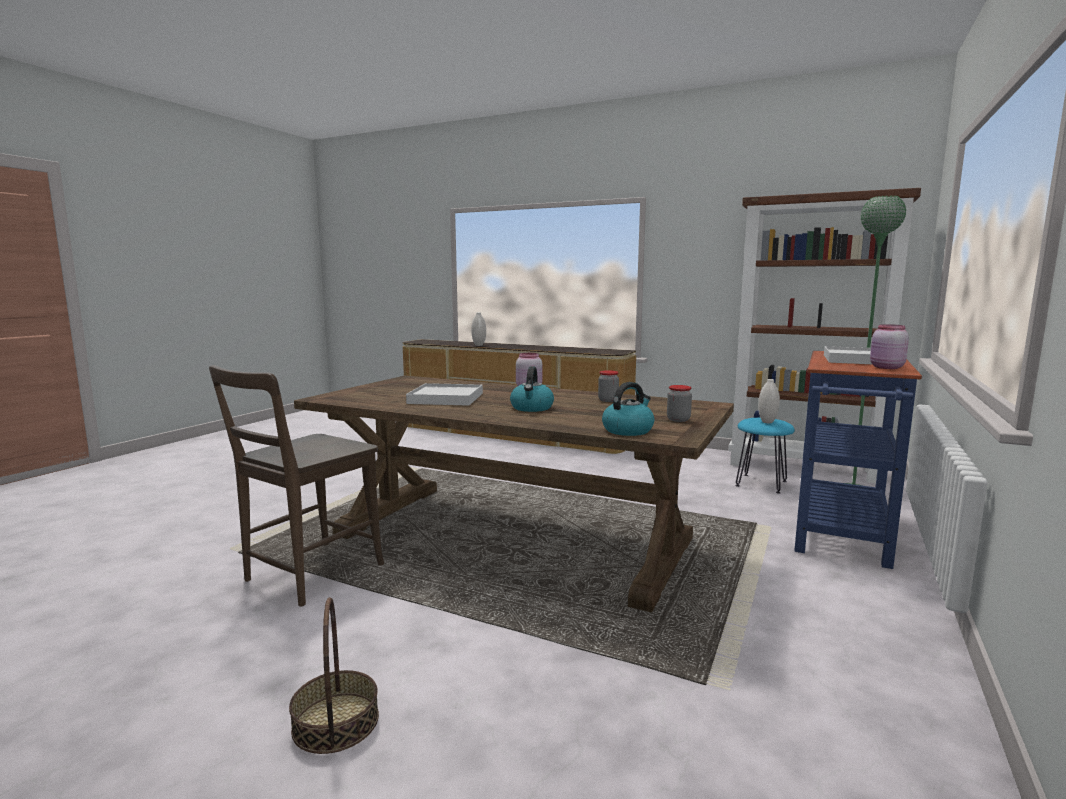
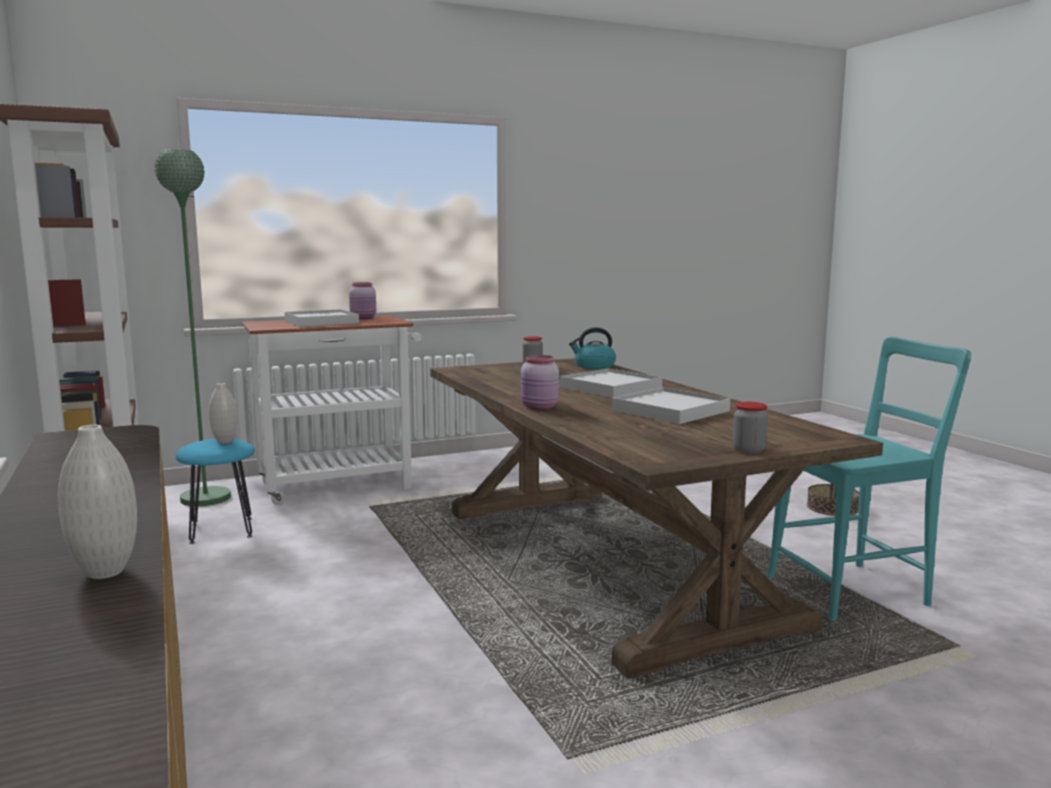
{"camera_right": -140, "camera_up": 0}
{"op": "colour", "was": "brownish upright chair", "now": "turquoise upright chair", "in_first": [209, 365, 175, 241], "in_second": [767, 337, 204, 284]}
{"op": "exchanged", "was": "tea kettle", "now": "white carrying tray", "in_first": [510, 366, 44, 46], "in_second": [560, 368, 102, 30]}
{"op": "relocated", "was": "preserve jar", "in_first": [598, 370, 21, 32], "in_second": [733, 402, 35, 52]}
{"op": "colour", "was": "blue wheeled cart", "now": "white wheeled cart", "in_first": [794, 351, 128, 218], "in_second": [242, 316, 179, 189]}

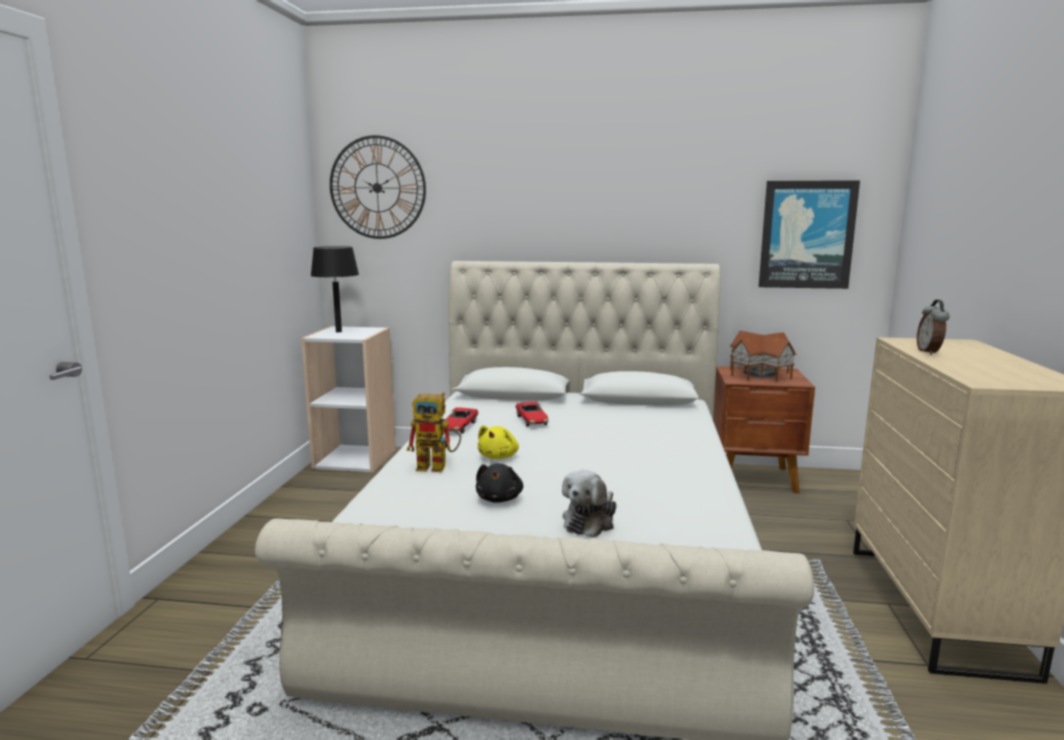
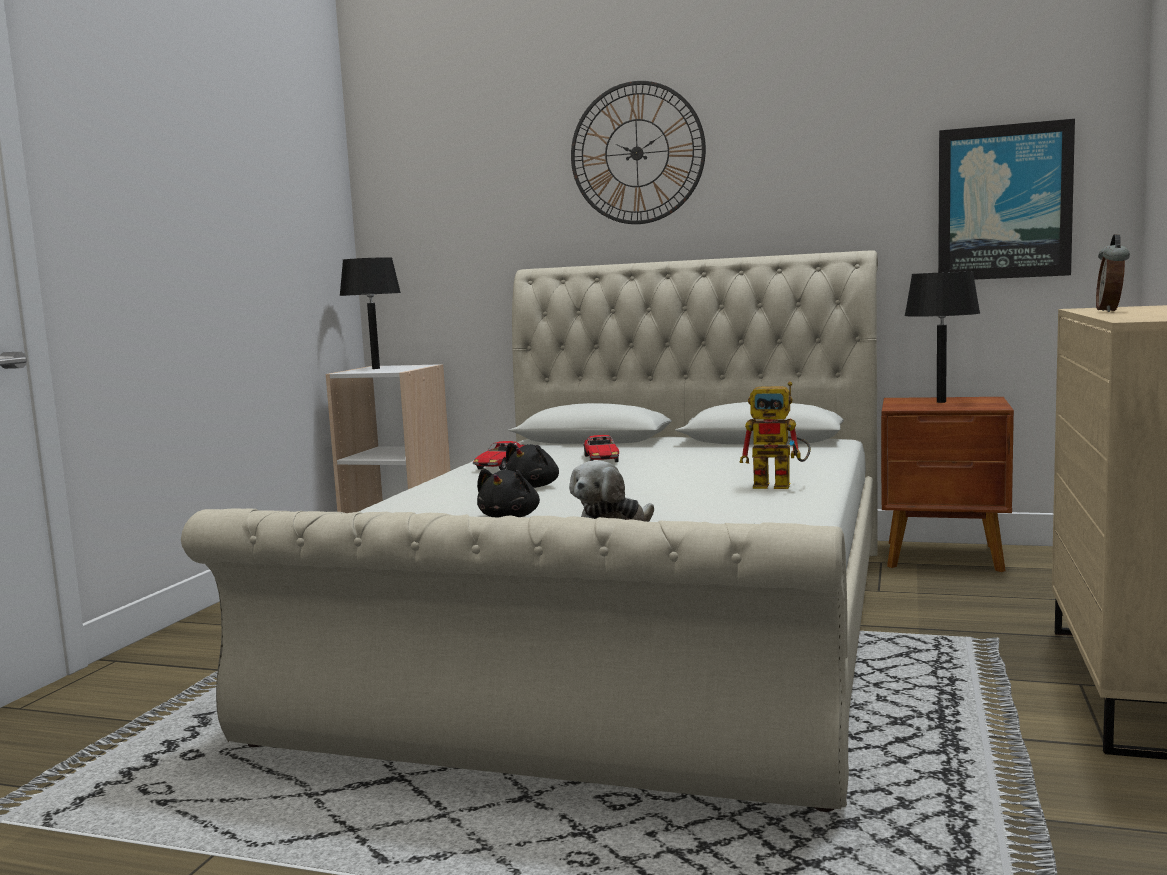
{"camera_right": 10, "camera_up": -5}
{"op": "relocated", "was": "clock on the wall", "in_first": [330, 135, 96, 104], "in_second": [571, 81, 135, 143]}
{"op": "relocated", "was": "toy robot", "in_first": [407, 392, 54, 80], "in_second": [739, 382, 72, 107]}
{"op": "colour", "was": "yellowish soft toy", "now": "black soft toy", "in_first": [478, 425, 41, 34], "in_second": [505, 443, 54, 45]}
{"op": "exchanged", "was": "toy house", "now": "black tabletop lamp", "in_first": [730, 331, 66, 51], "in_second": [904, 271, 76, 132]}

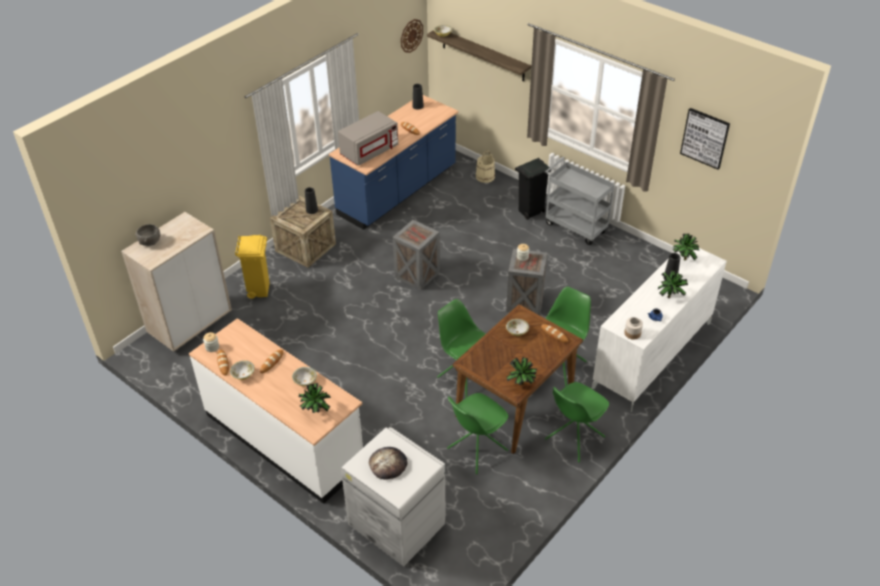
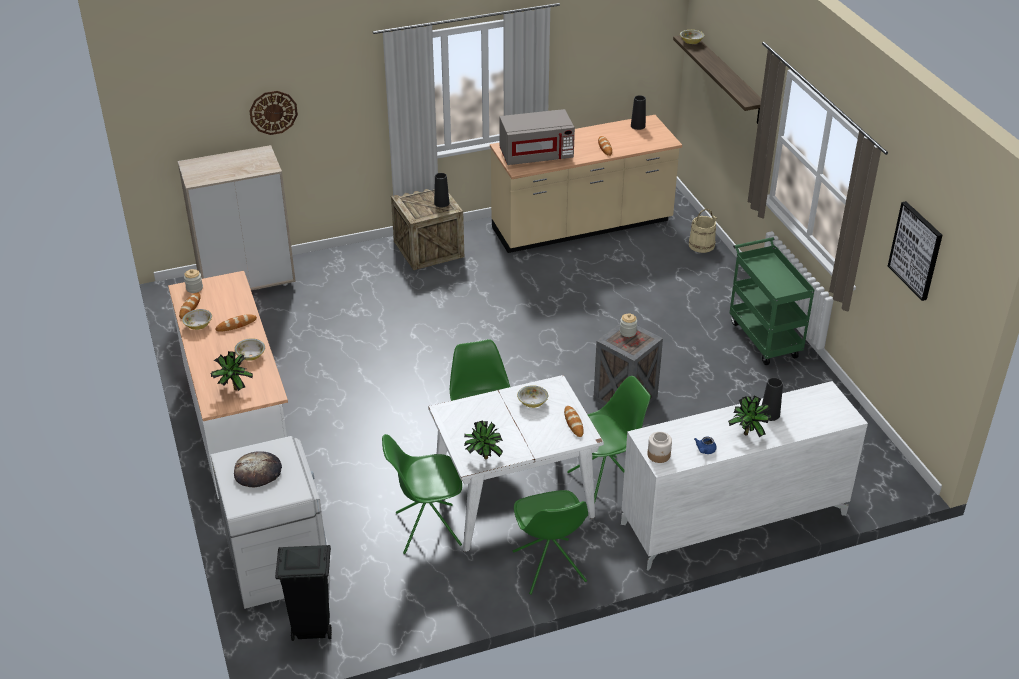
{"camera_right": 30, "camera_up": -5}
{"op": "missing", "was": "gray serving bowl", "in_first": [135, 224, 26, 22]}
{"op": "missing", "was": "yellowish waste bin", "in_first": [235, 235, 34, 64]}
{"op": "colour", "was": "blue counter", "now": "sand-coloured counter", "in_first": [329, 95, 130, 135], "in_second": [490, 115, 192, 138]}
{"op": "missing", "was": "shipping crate", "in_first": [393, 220, 47, 70]}
{"op": "relocated", "was": "clock on the wall", "in_first": [401, 19, 22, 34], "in_second": [249, 91, 49, 44]}
{"op": "colour", "was": "brownish dining table", "now": "white dining table", "in_first": [452, 304, 131, 150], "in_second": [428, 375, 176, 177]}
{"op": "relocated", "was": "black waste bin", "in_first": [515, 158, 36, 62], "in_second": [275, 545, 57, 96]}
{"op": "colour", "was": "gray wheeled cart", "now": "green-coloured wheeled cart", "in_first": [545, 157, 69, 88], "in_second": [729, 237, 85, 128]}
{"op": "spun", "was": "green-coloured upright chair", "in_first": [545, 382, 64, 80], "in_second": [513, 490, 75, 105], "clockwise": -90}
{"op": "missing", "was": "plant in a pot", "in_first": [673, 234, 26, 26]}

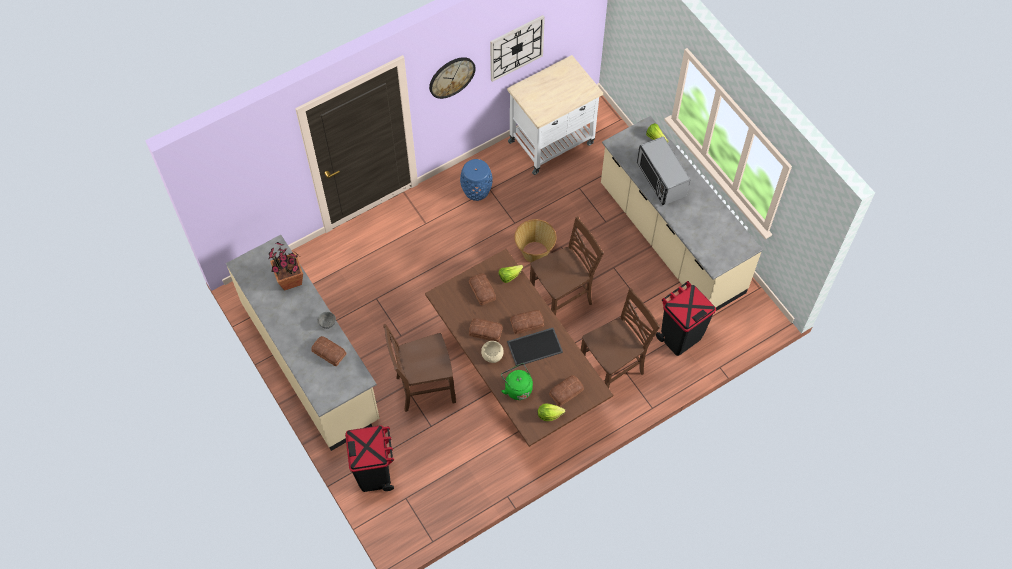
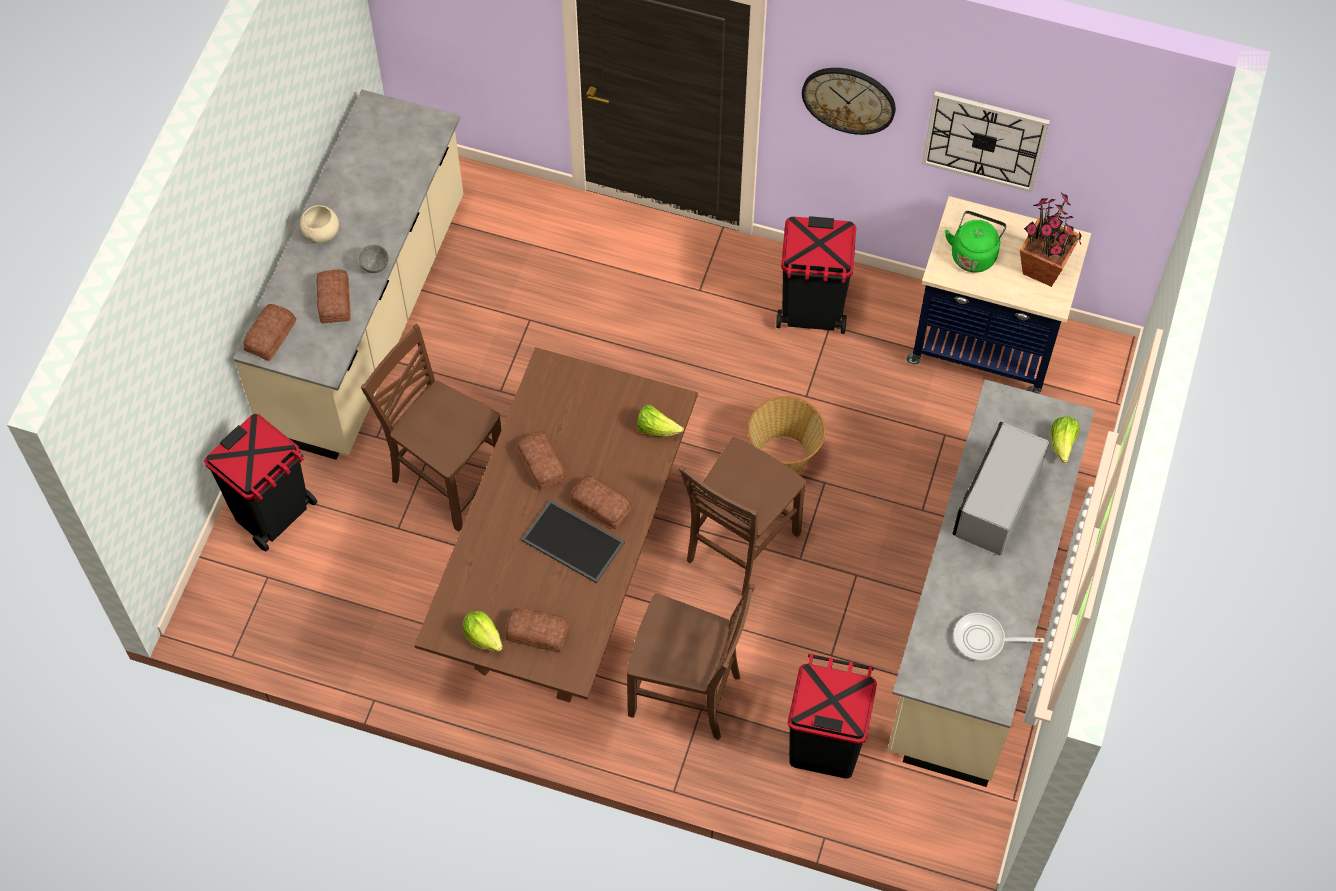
{"camera_right": 50, "camera_up": 0}
{"op": "relocated", "was": "plant in a pot", "in_first": [269, 242, 34, 49], "in_second": [1020, 192, 62, 95]}
{"op": "exchanged", "was": "blue sitting stool", "now": "black waste bin", "in_first": [460, 159, 33, 42], "in_second": [776, 216, 80, 118]}
{"op": "relocated", "was": "bakery bread", "in_first": [469, 273, 27, 33], "in_second": [243, 304, 53, 57]}
{"op": "relocated", "was": "sand-coloured serving bowl", "in_first": [481, 341, 23, 22], "in_second": [300, 205, 39, 38]}
{"op": "relocated", "was": "green-coloured tea kettle", "in_first": [501, 364, 32, 36], "in_second": [945, 211, 62, 62]}
{"op": "colour", "was": "white wheeled cart", "now": "blue wheeled cart", "in_first": [507, 55, 96, 120], "in_second": [906, 196, 185, 198]}
{"op": "spun", "was": "brownish upright chair", "in_first": [530, 216, 74, 100], "in_second": [679, 437, 127, 159], "clockwise": 105}
{"op": "appeared", "now": "pan", "in_second": [953, 613, 91, 48]}

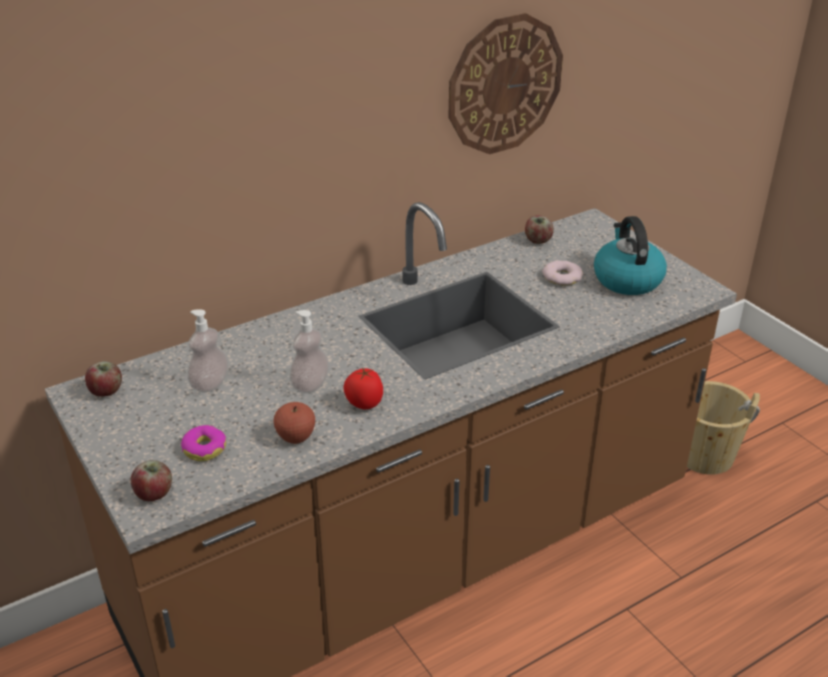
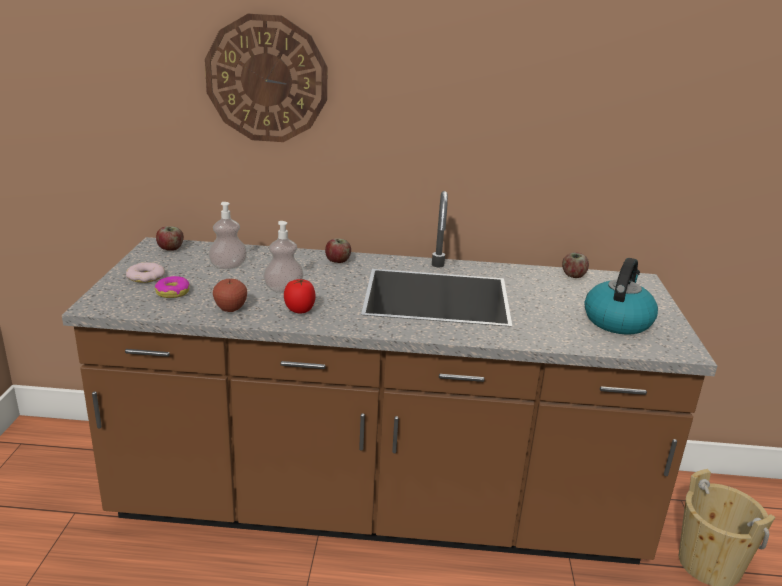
{"camera_right": 35, "camera_up": -10}
{"op": "relocated", "was": "whole apple", "in_first": [131, 460, 41, 41], "in_second": [325, 238, 26, 25]}
{"op": "relocated", "was": "clock on the wall", "in_first": [448, 13, 115, 141], "in_second": [205, 14, 122, 128]}
{"op": "relocated", "was": "ring doughnut", "in_first": [542, 260, 41, 25], "in_second": [126, 262, 39, 21]}

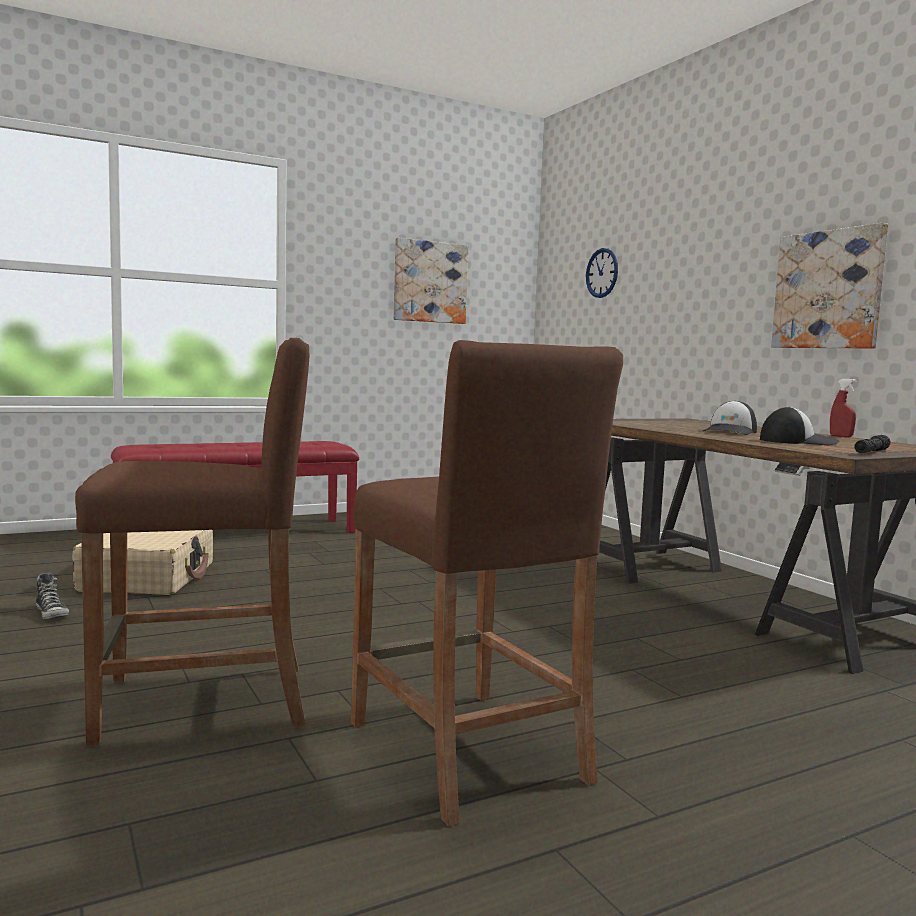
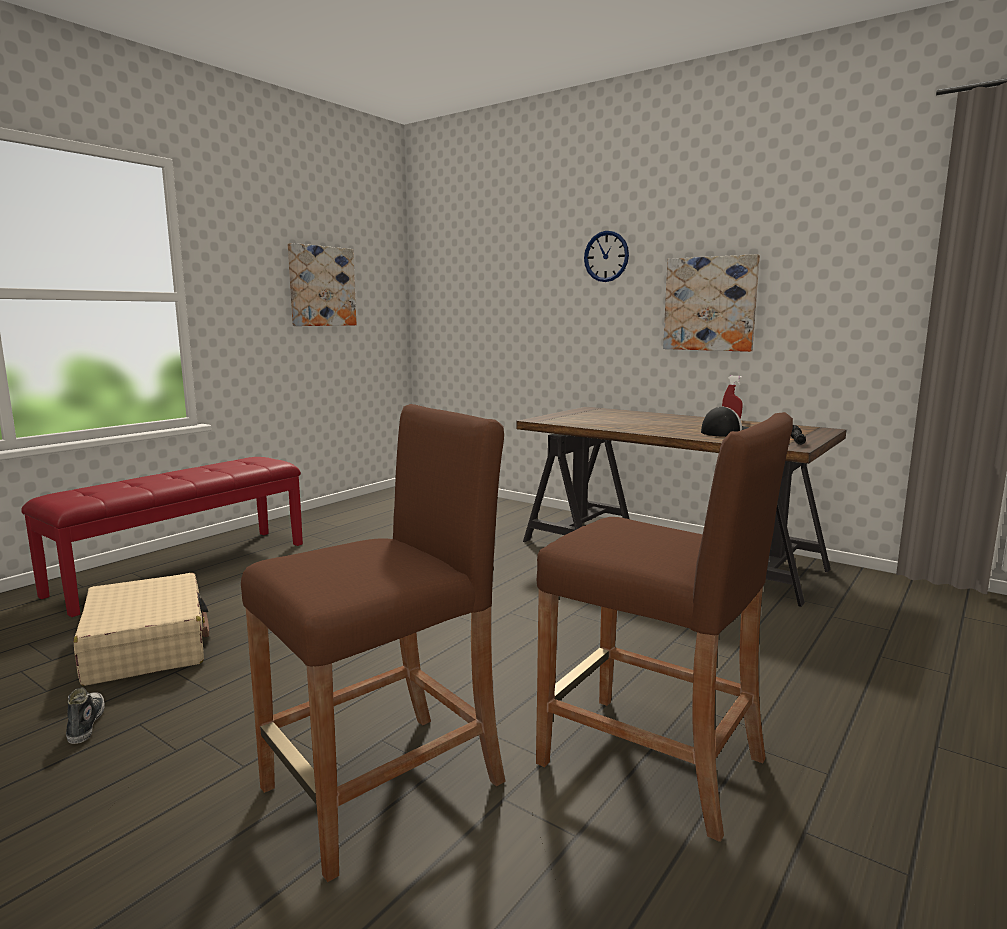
{"camera_right": -25, "camera_up": 5}
{"op": "spun", "was": "low shoe", "in_first": [36, 573, 33, 46], "in_second": [66, 688, 39, 56], "clockwise": -135}
{"op": "relocated", "was": "clock on the wall", "in_first": [586, 248, 32, 50], "in_second": [584, 231, 45, 51]}
{"op": "missing", "was": "cap", "in_first": [703, 400, 54, 35]}

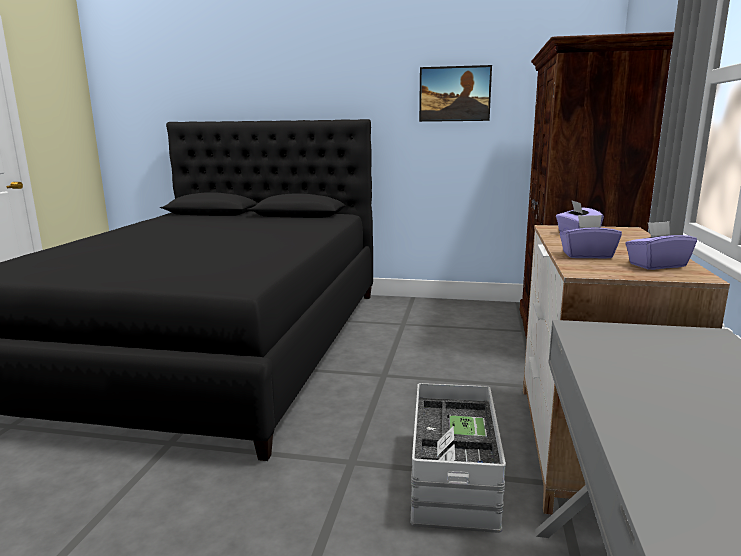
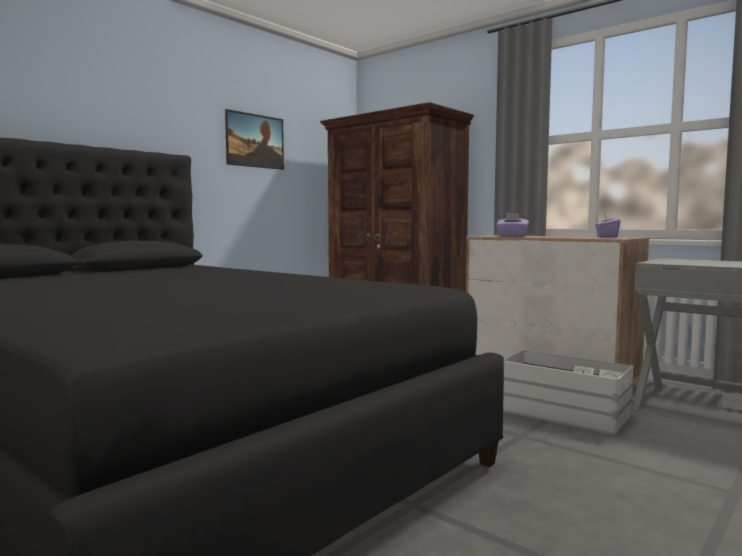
{"camera_right": -60, "camera_up": -10}
{"op": "missing", "was": "purplish box of tissues", "in_first": [560, 215, 62, 44]}

